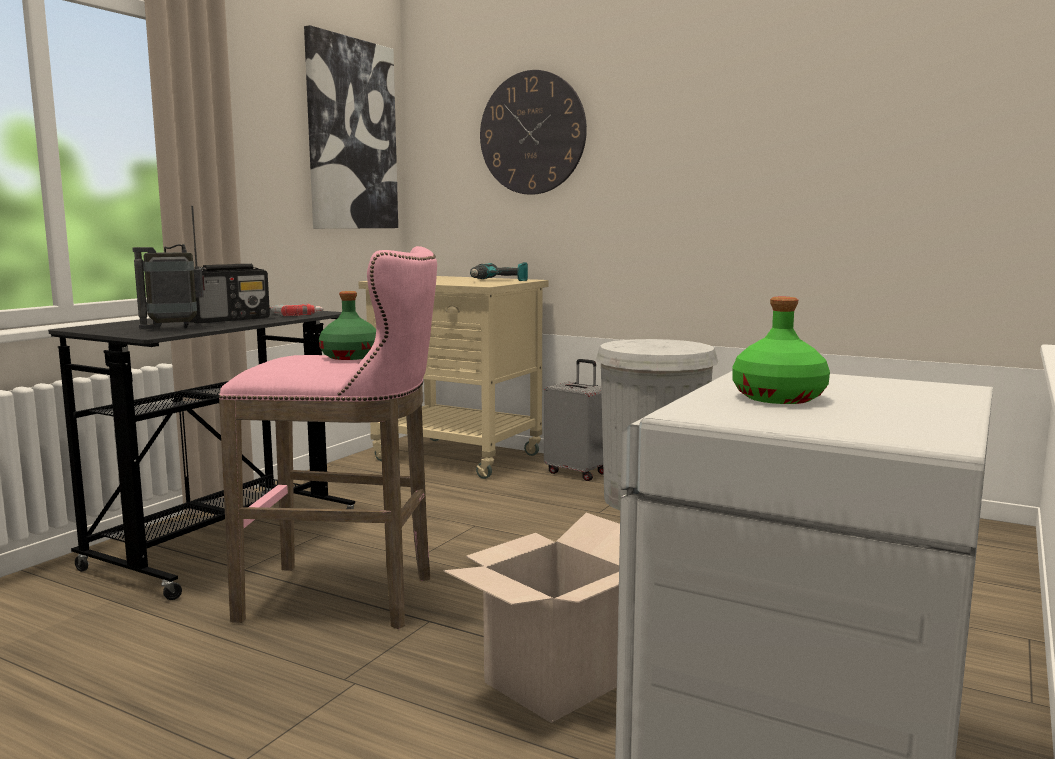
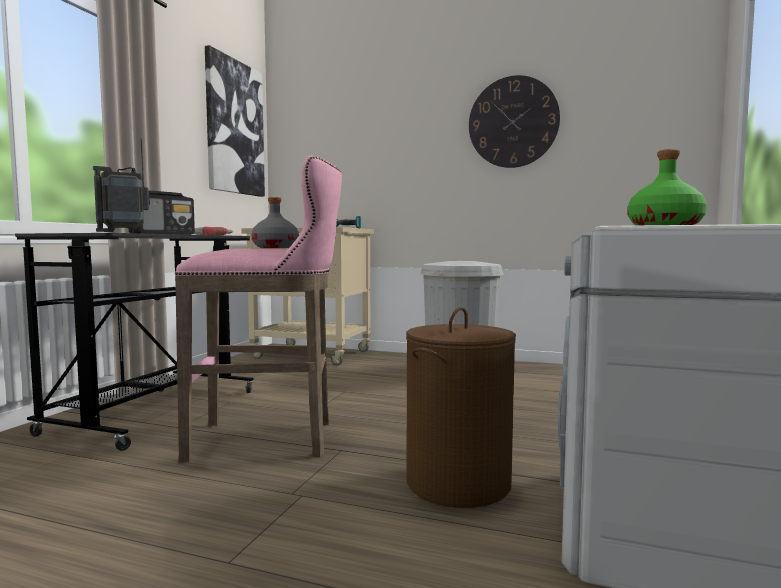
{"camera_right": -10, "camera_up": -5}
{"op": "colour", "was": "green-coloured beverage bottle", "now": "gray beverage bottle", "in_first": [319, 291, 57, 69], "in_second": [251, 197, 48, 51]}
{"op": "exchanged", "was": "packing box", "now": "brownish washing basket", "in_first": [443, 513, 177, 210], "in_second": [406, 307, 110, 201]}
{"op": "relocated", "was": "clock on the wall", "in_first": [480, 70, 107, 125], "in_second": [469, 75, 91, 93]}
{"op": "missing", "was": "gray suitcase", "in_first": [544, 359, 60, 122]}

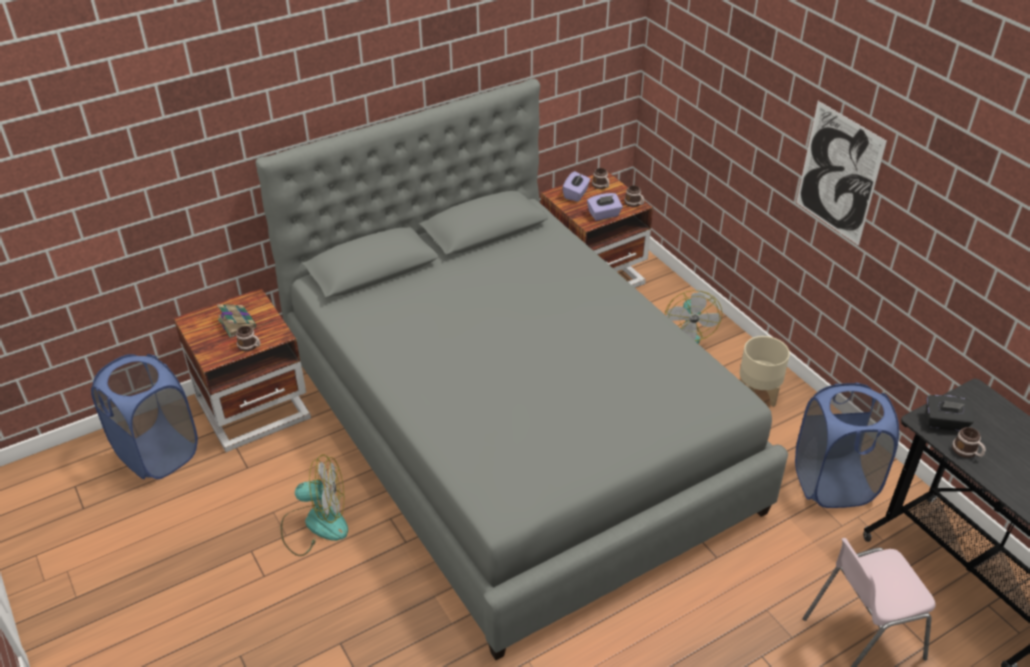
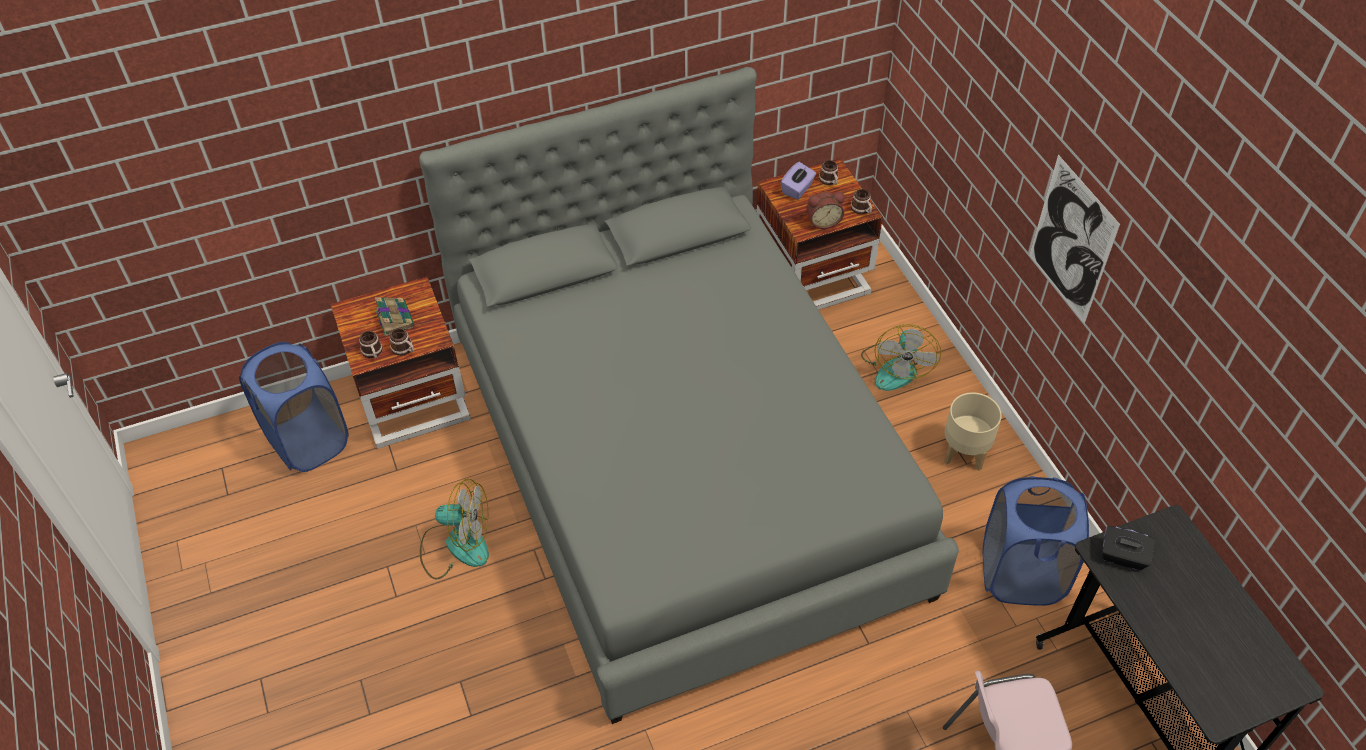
{"camera_right": 10, "camera_up": 10}
{"op": "exchanged", "was": "purplish box of tissues", "now": "table clock", "in_first": [587, 193, 36, 28], "in_second": [807, 192, 38, 37]}
{"op": "relocated", "was": "coffee mug", "in_first": [952, 427, 34, 31], "in_second": [359, 331, 24, 28]}

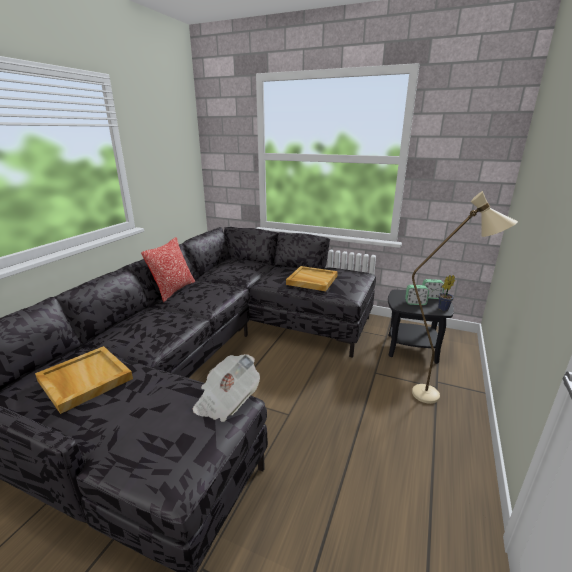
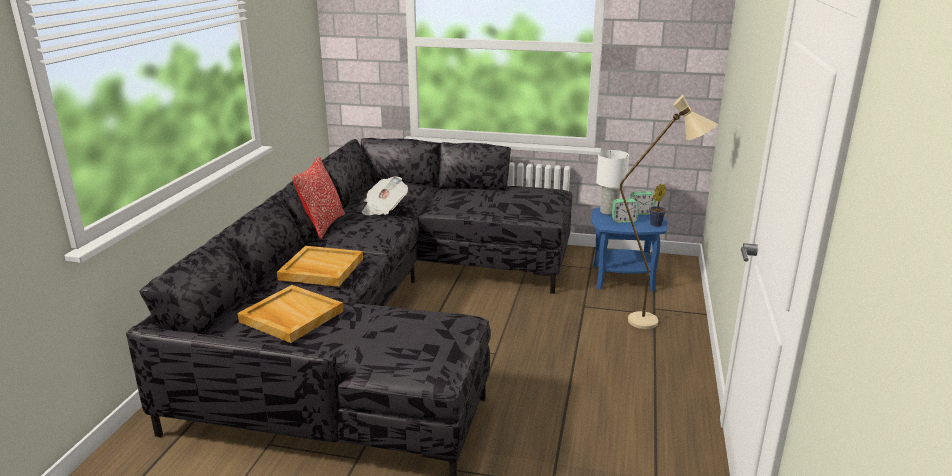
{"camera_right": -10, "camera_up": 0}
{"op": "relocated", "was": "printed paper", "in_first": [193, 354, 67, 68], "in_second": [362, 176, 46, 39]}
{"op": "relocated", "was": "sand-coloured carrying tray", "in_first": [286, 266, 52, 25], "in_second": [277, 246, 86, 41]}
{"op": "colour", "was": "black side table", "now": "blue side table", "in_first": [388, 290, 66, 74], "in_second": [591, 207, 77, 85]}
{"op": "appeared", "now": "white tabletop lamp", "in_second": [596, 150, 33, 65]}

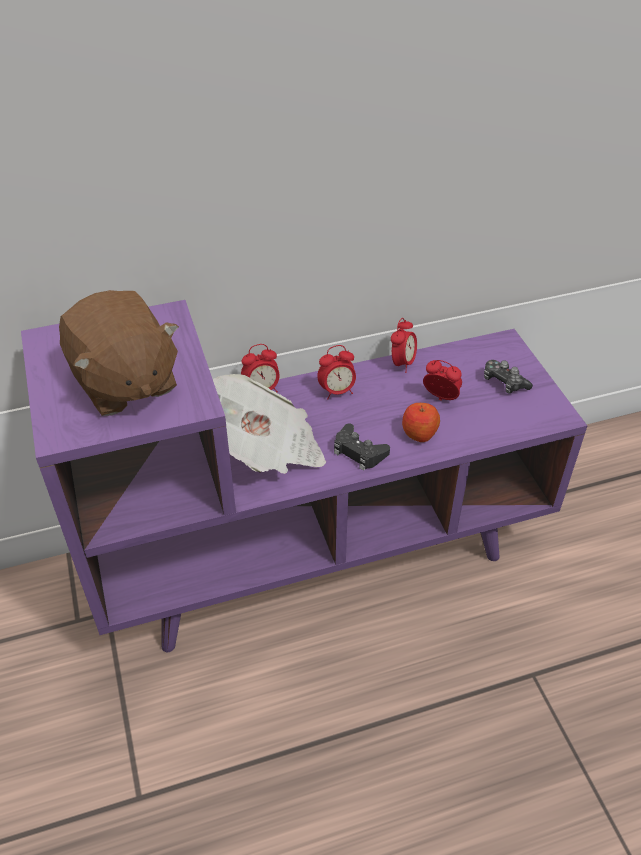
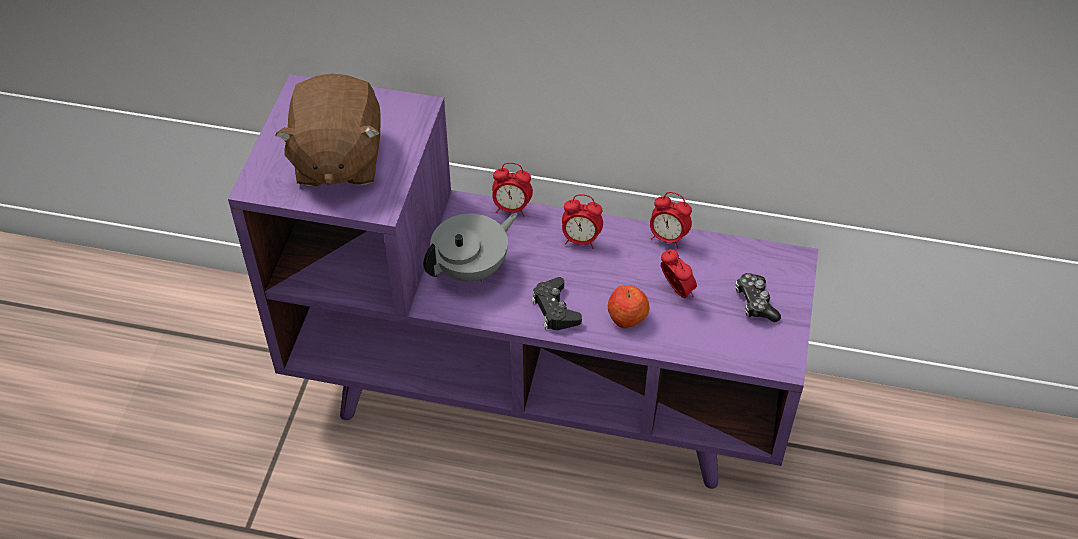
{"camera_right": 30, "camera_up": 5}
{"op": "exchanged", "was": "printed paper", "now": "gray pot for tea", "in_first": [213, 374, 113, 100], "in_second": [423, 213, 95, 68]}
{"op": "spun", "was": "table clock", "in_first": [391, 318, 26, 55], "in_second": [650, 192, 42, 57], "clockwise": 60}

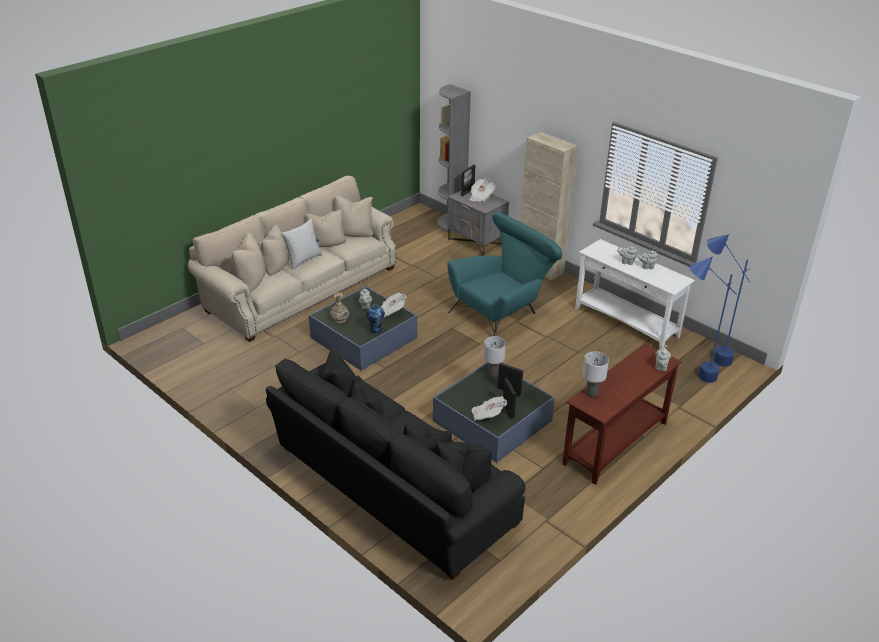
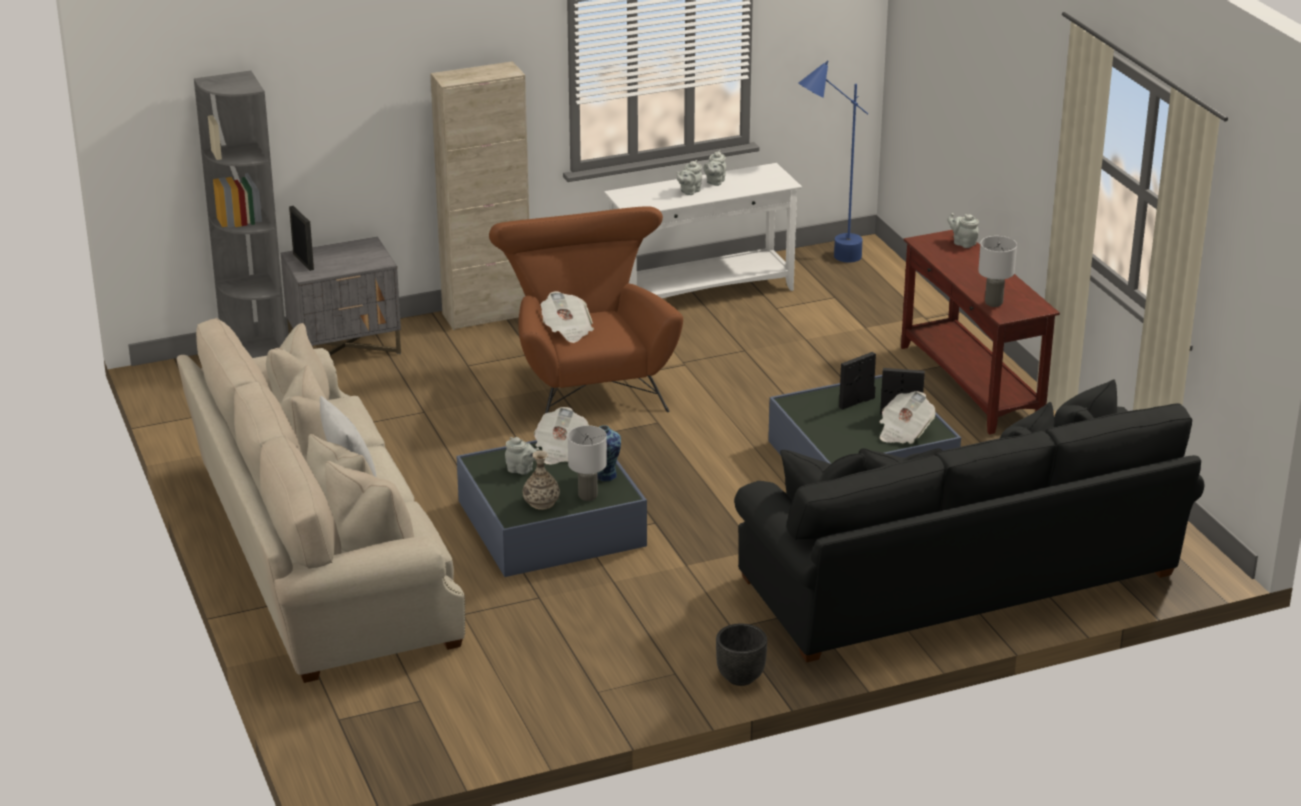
{"camera_right": -65, "camera_up": -5}
{"op": "colour", "was": "turquoise armchair", "now": "brownish armchair", "in_first": [447, 212, 115, 124], "in_second": [489, 206, 194, 207]}
{"op": "relocated", "was": "printed paper", "in_first": [470, 178, 25, 23], "in_second": [541, 291, 53, 52]}
{"op": "relocated", "was": "white tabletop lamp", "in_first": [483, 336, 23, 41], "in_second": [568, 425, 39, 76]}
{"op": "missing", "was": "blue standard lamp", "in_first": [689, 257, 48, 126]}
{"op": "appeared", "now": "black plant pot", "in_second": [716, 623, 51, 63]}

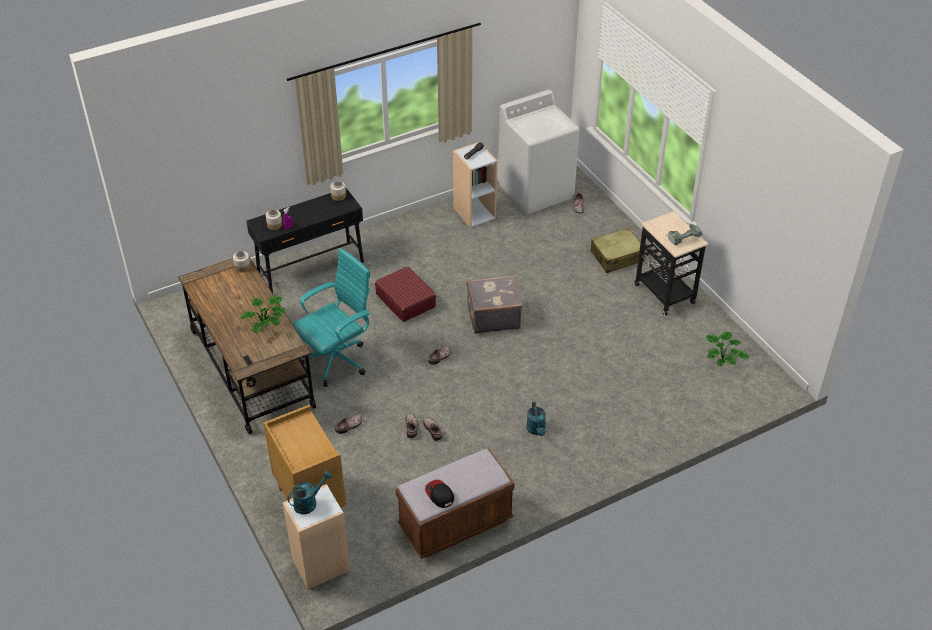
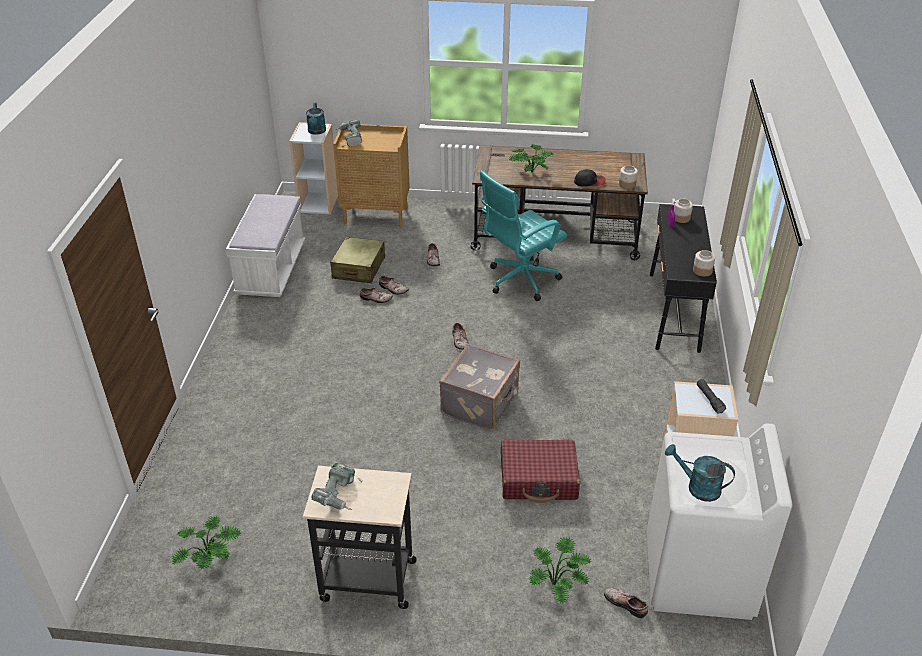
{"camera_right": 125, "camera_up": -5}
{"op": "spun", "was": "turquoise office chair", "in_first": [293, 248, 78, 139], "in_second": [480, 170, 87, 131], "clockwise": 60}
{"op": "relocated", "was": "red-coloured suitcase", "in_first": [375, 267, 61, 55], "in_second": [501, 439, 79, 64]}
{"op": "colour", "was": "brownish indoor bench", "now": "white indoor bench", "in_first": [396, 449, 119, 110], "in_second": [226, 194, 79, 103]}
{"op": "relocated", "was": "cap", "in_first": [425, 480, 29, 28], "in_second": [574, 169, 32, 18]}
{"op": "relocated", "was": "turquoise watering can", "in_first": [527, 402, 19, 34], "in_second": [665, 444, 70, 58]}
{"op": "relocated", "was": "sand-coloured suitcase", "in_first": [591, 228, 54, 45], "in_second": [330, 237, 55, 46]}
{"op": "appeared", "now": "drill", "in_second": [335, 120, 27, 27]}
{"op": "appeared", "now": "plant in a pot", "in_second": [529, 537, 62, 66]}

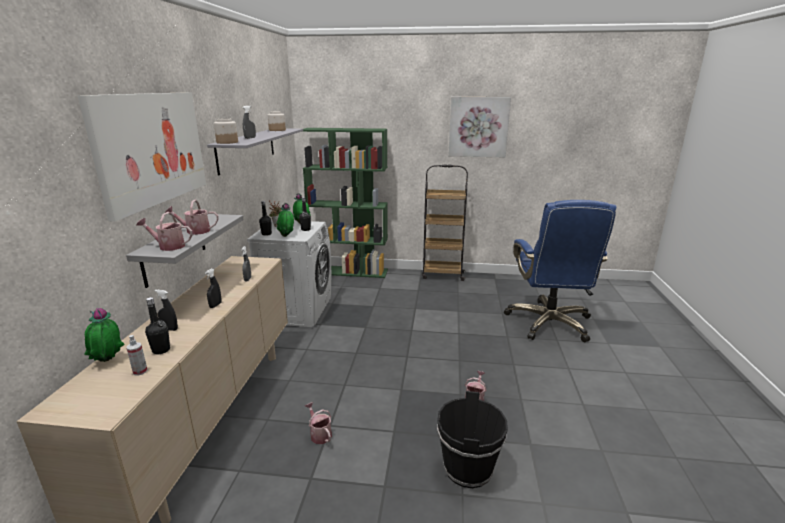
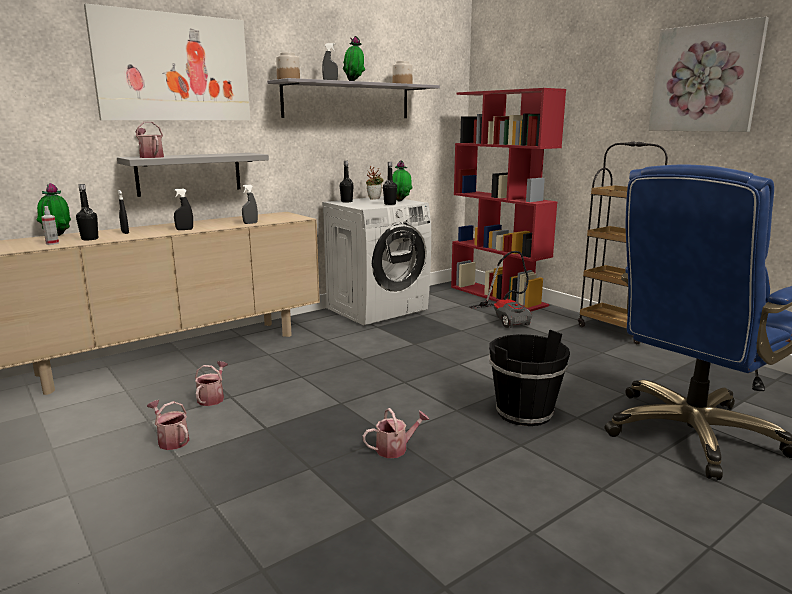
{"camera_right": 45, "camera_up": -5}
{"op": "relocated", "was": "watering can", "in_first": [165, 200, 54, 35], "in_second": [147, 400, 43, 50]}
{"op": "relocated", "was": "plant in a pot", "in_first": [276, 203, 18, 34], "in_second": [343, 36, 22, 45]}
{"op": "colour", "was": "green-coloured bookcase", "now": "red-coloured bookcase", "in_first": [302, 128, 86, 150], "in_second": [451, 88, 115, 224]}
{"op": "relocated", "was": "black water bucket", "in_first": [437, 391, 71, 97], "in_second": [489, 330, 81, 96]}
{"op": "appeared", "now": "vacuum cleaner", "in_second": [470, 251, 62, 77]}

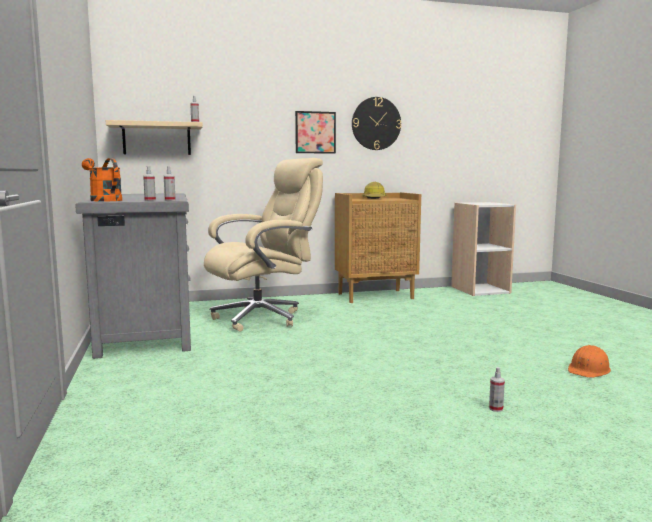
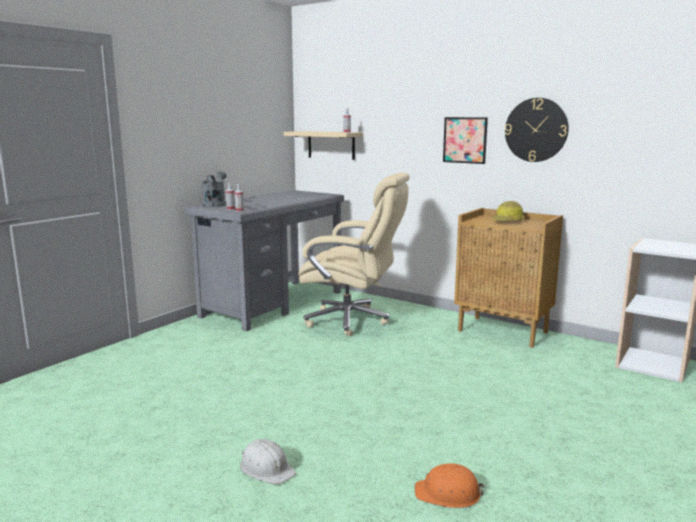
{"camera_right": 50, "camera_up": 5}
{"op": "colour", "was": "orange-coloured watering can", "now": "gray watering can", "in_first": [82, 158, 40, 43], "in_second": [202, 171, 24, 36]}
{"op": "exchanged", "was": "sprayer", "now": "white safety helmet", "in_first": [489, 367, 16, 45], "in_second": [240, 439, 56, 46]}

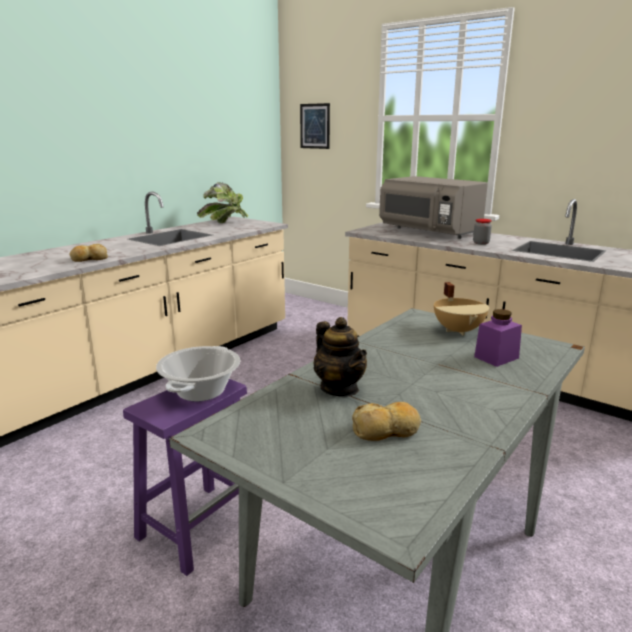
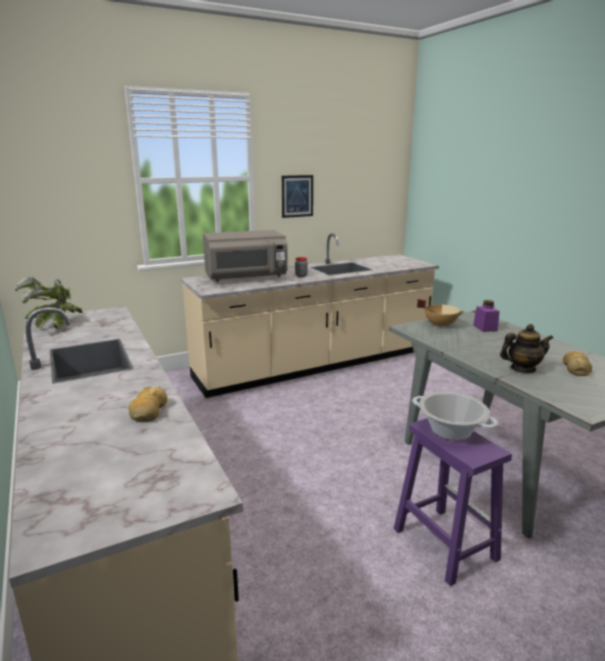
{"camera_right": -65, "camera_up": 0}
{"op": "relocated", "was": "picture", "in_first": [300, 103, 30, 46], "in_second": [282, 175, 31, 43]}

